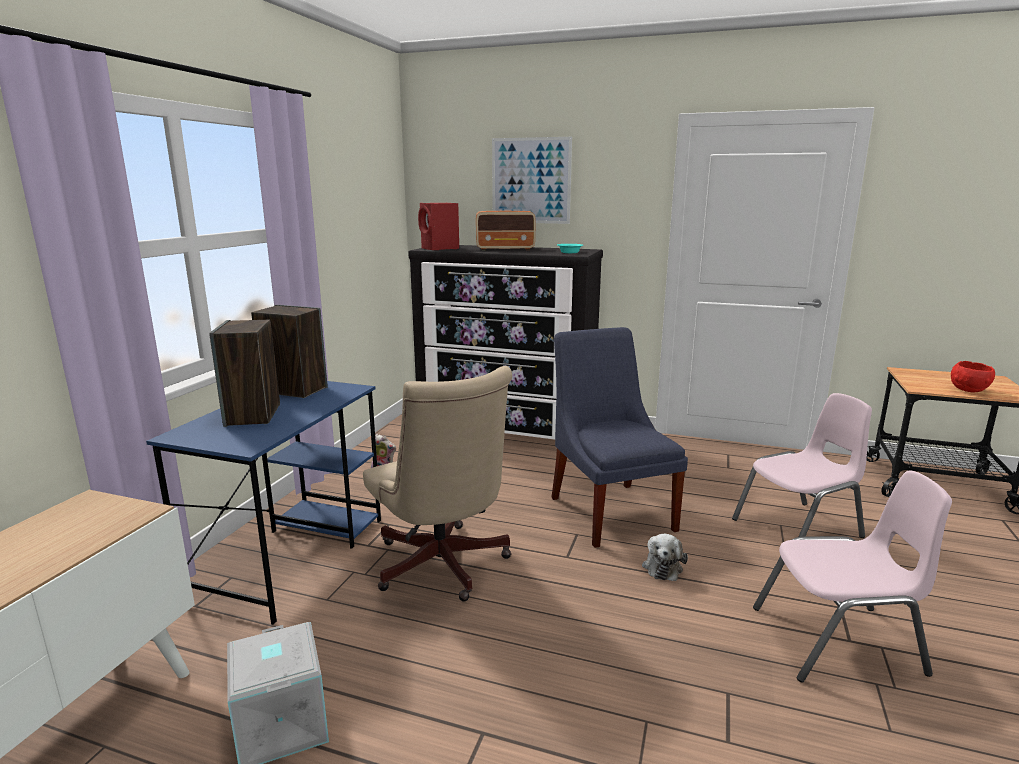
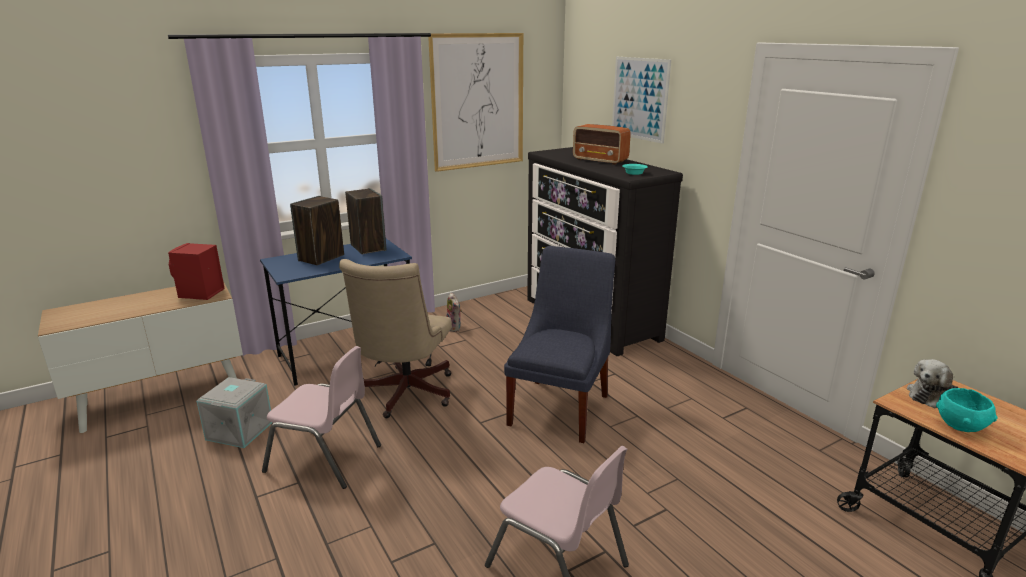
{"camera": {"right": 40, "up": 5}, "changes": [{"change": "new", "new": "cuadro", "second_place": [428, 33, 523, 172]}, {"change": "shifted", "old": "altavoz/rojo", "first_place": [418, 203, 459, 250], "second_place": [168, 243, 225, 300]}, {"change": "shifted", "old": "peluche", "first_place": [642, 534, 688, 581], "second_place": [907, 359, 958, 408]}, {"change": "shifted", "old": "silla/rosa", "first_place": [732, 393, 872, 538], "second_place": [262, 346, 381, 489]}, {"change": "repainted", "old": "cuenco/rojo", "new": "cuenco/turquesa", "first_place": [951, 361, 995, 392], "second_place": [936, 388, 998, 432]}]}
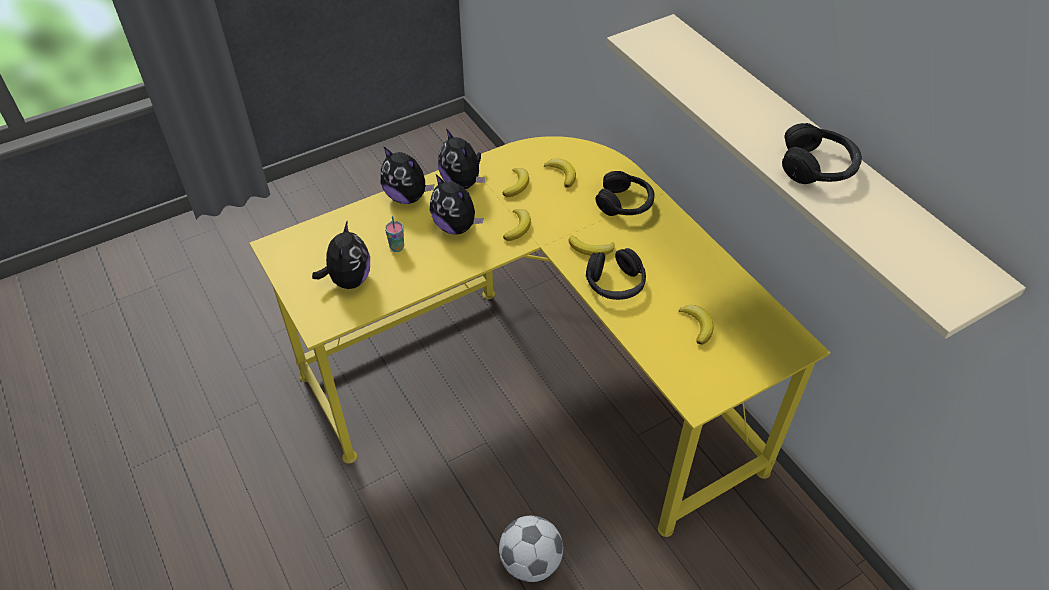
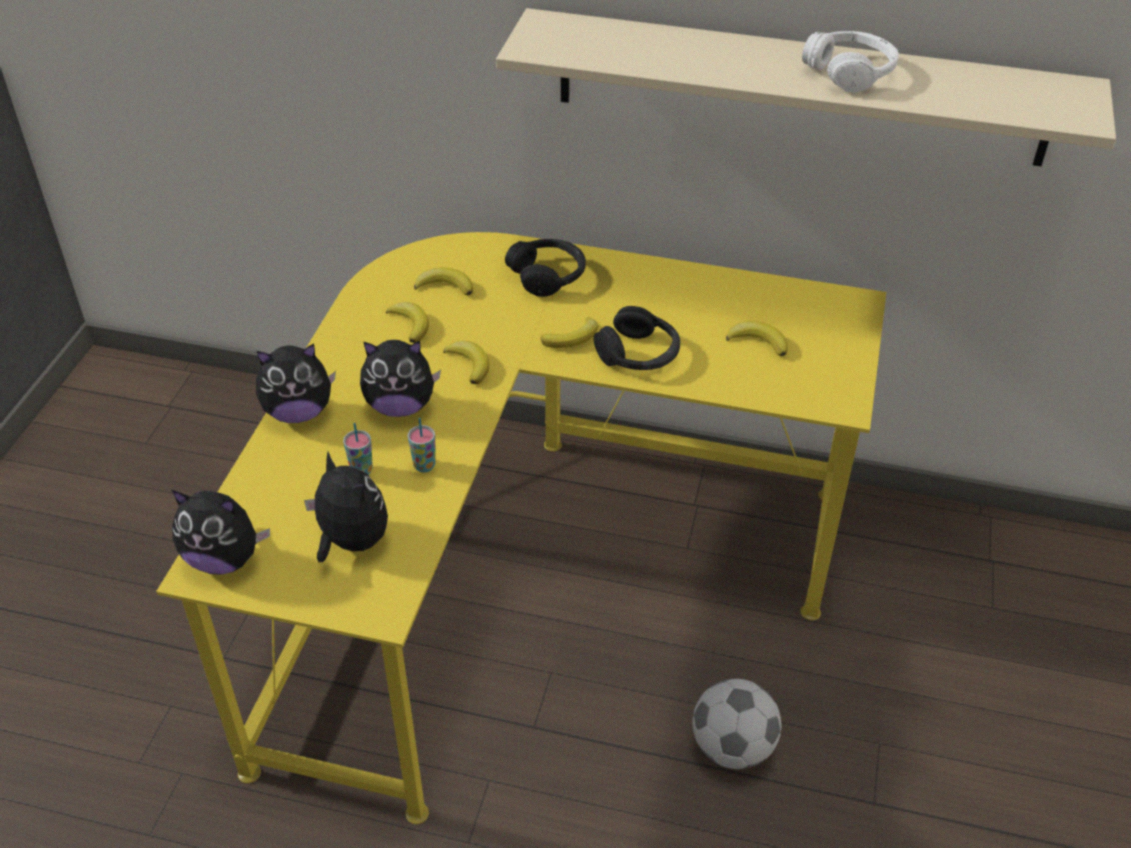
{"camera": {"right": -45, "up": -5}, "changes": [{"change": "new", "new": "taza", "second_place": [408, 418, 436, 472]}, {"change": "shifted", "old": "peluche", "first_place": [438, 129, 485, 189], "second_place": [172, 490, 270, 575]}, {"change": "repainted", "old": "auriculares/negro", "new": "auriculares/blanco", "first_place": [782, 123, 862, 184], "second_place": [802, 31, 899, 92]}]}
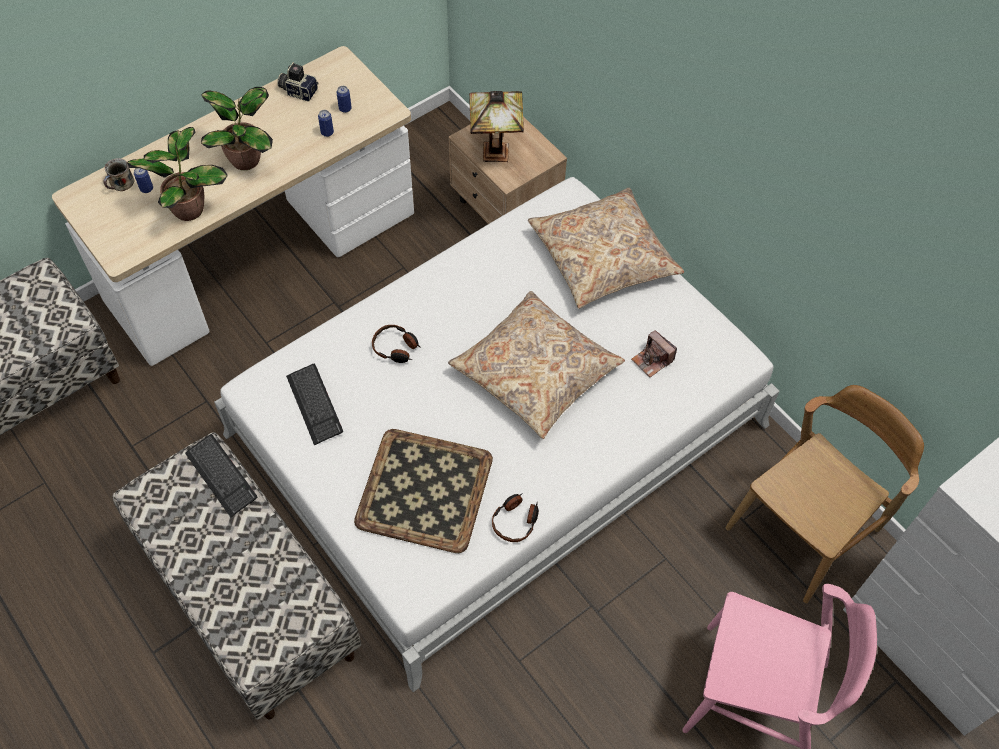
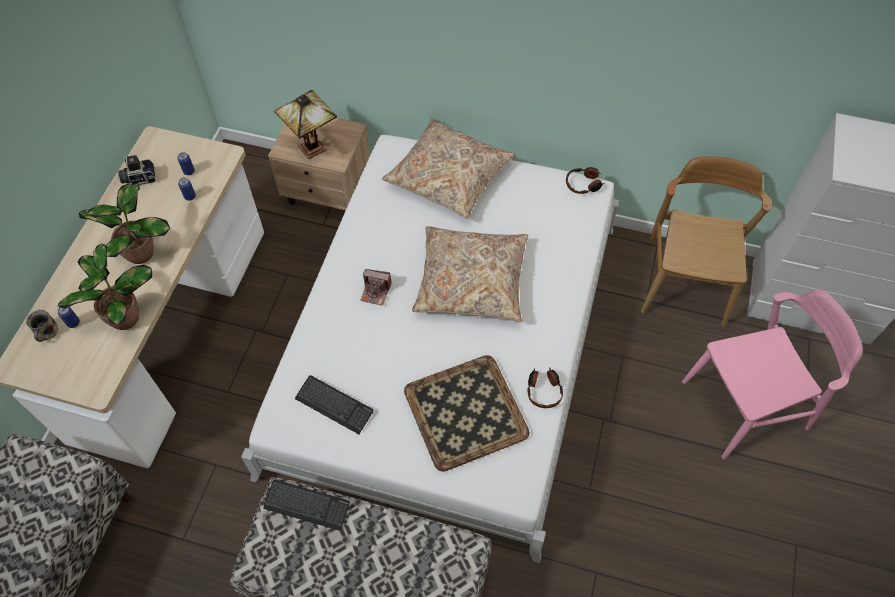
{"camera": {"right": -35, "up": 0}, "changes": [{"change": "shifted", "old": "auriculares", "first_place": [372, 325, 421, 363], "second_place": [566, 167, 605, 194]}, {"change": "shifted", "old": "cámara", "first_place": [631, 330, 677, 377], "second_place": [360, 269, 392, 306]}]}
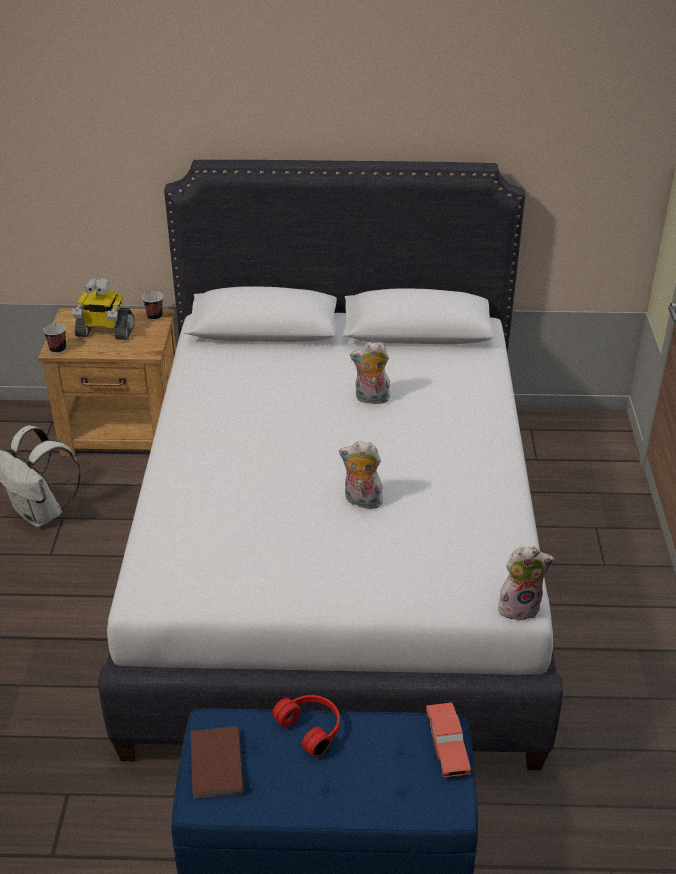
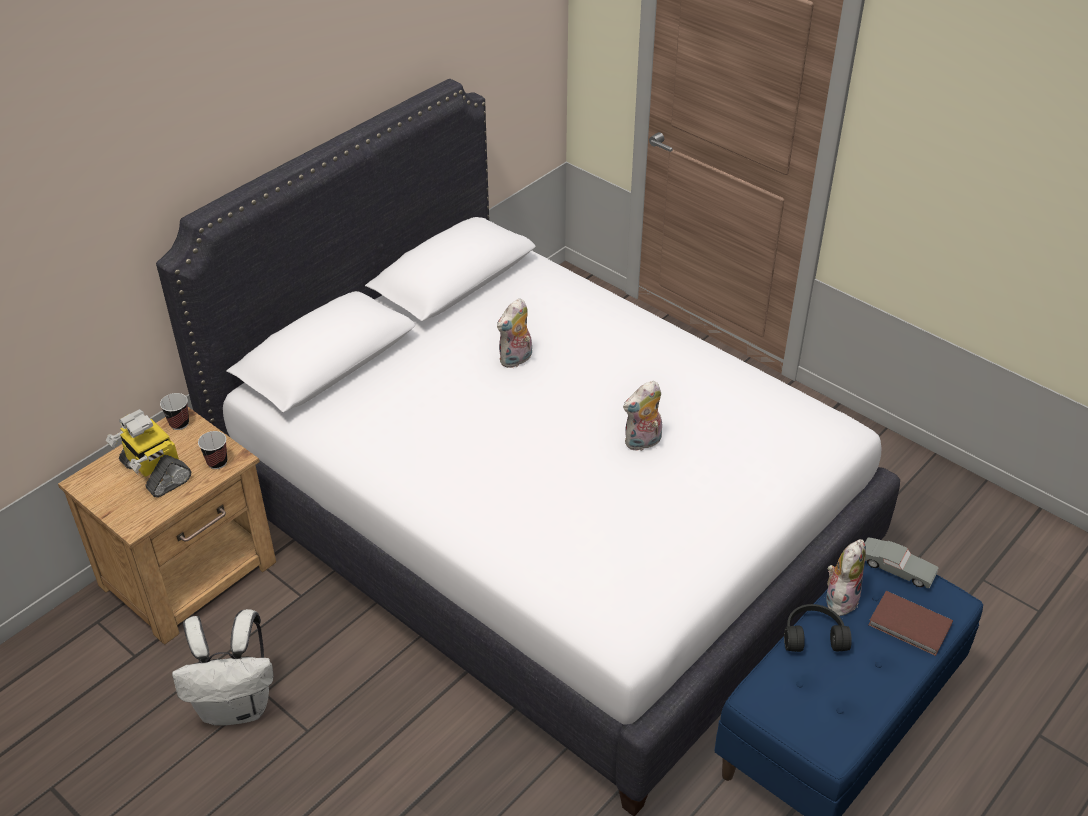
{"camera": {"right": -50, "up": 5}, "changes": [{"change": "shifted", "old": "taza", "first_place": [43, 323, 66, 354], "second_place": [198, 431, 227, 469]}, {"change": "shifted", "old": "libro/marrón", "first_place": [191, 726, 244, 799], "second_place": [868, 591, 953, 656]}, {"change": "shifted", "old": "peluche", "first_place": [498, 546, 555, 622], "second_place": [826, 539, 866, 616]}, {"change": "repainted", "old": "auriculares/rojo", "new": "auriculares/negro", "first_place": [272, 695, 340, 757], "second_place": [784, 604, 852, 652]}, {"change": "repainted", "old": "coche de juguete/rojo", "new": "coche de juguete/gris", "first_place": [426, 702, 471, 777], "second_place": [865, 537, 939, 588]}, {"change": "rotated", "old": "robot de juguete", "first_place": [72, 278, 135, 340], "second_place": [106, 409, 191, 498], "degrees": 90}]}
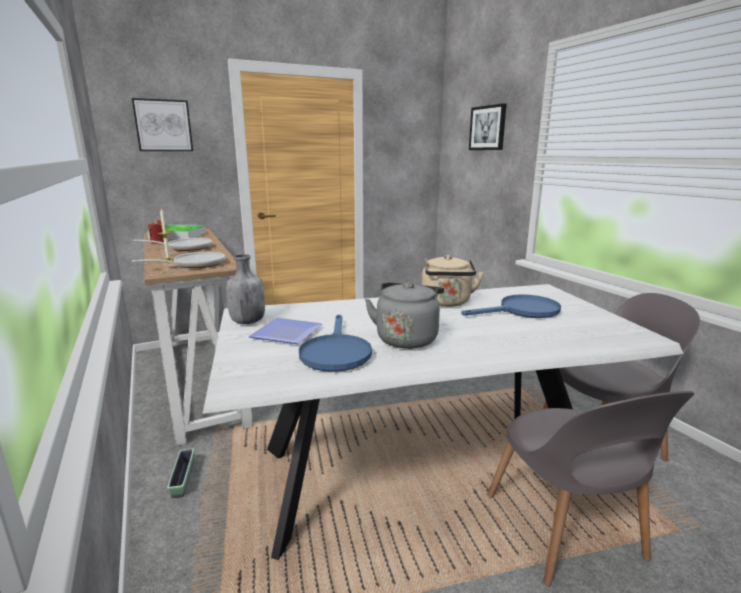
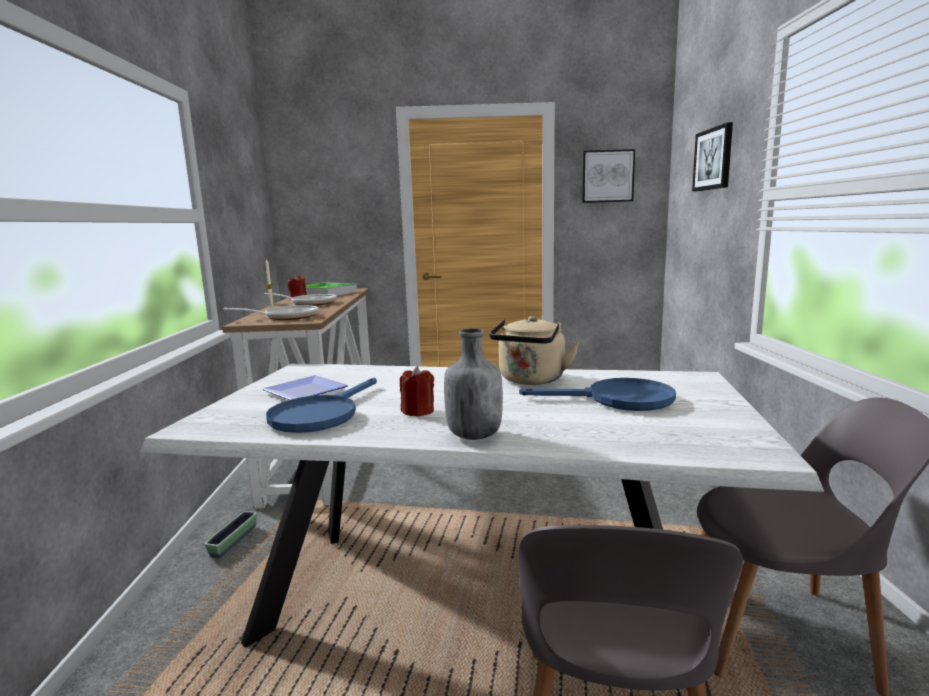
{"camera": {"right": 25, "up": -5}, "changes": [{"change": "shifted", "old": "cuadro", "first_place": [132, 98, 193, 151], "second_place": [582, 149, 635, 203]}, {"change": "shifted", "old": "botella/gris", "first_place": [226, 254, 265, 324], "second_place": [444, 328, 503, 440]}, {"change": "swapped", "old": "hervidor/gris", "new": "vela/rojo", "first_place": [365, 282, 444, 349], "second_place": [400, 366, 434, 417]}]}
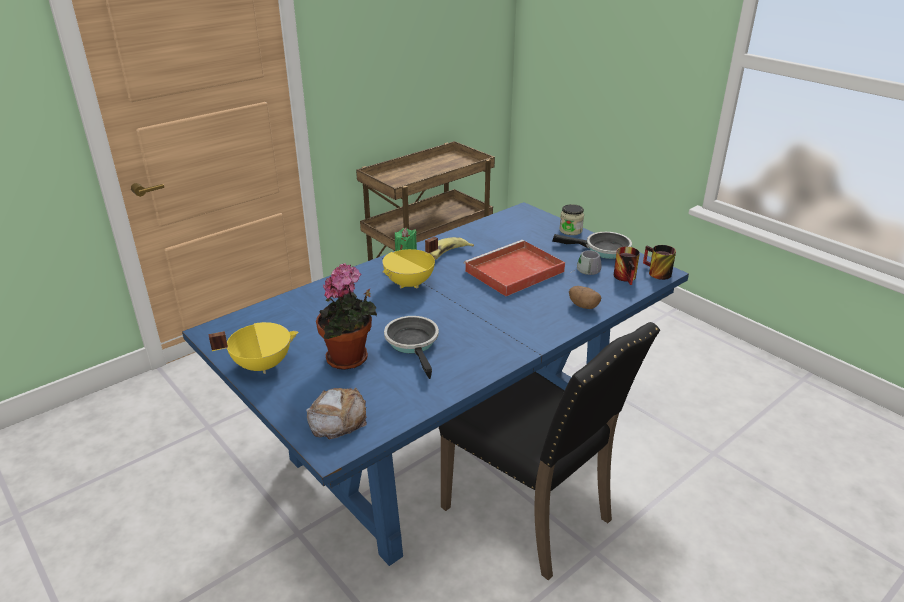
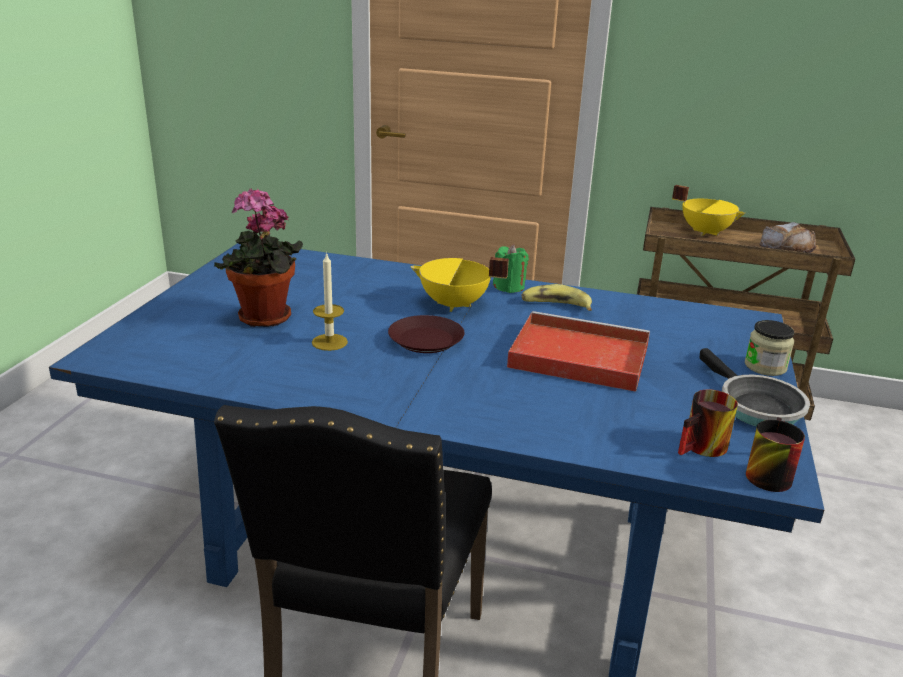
{"camera": {"right": 55, "up": -5}, "changes": [{"change": "gone", "old": "patata", "first_place": [569, 286, 601, 309]}, {"change": "gone", "old": "taza grande/gris", "first_place": [571, 250, 602, 275]}, {"change": "new", "new": "plato/marrón", "second_place": [388, 315, 464, 353]}, {"change": "shifted", "old": "olla/amarillo", "first_place": [209, 322, 298, 374], "second_place": [672, 185, 746, 236]}, {"change": "shifted", "old": "pan", "first_place": [306, 388, 367, 440], "second_place": [759, 222, 817, 253]}, {"change": "swapped", "old": "sartén", "new": "vela", "first_place": [384, 316, 439, 379], "second_place": [312, 252, 348, 351]}]}
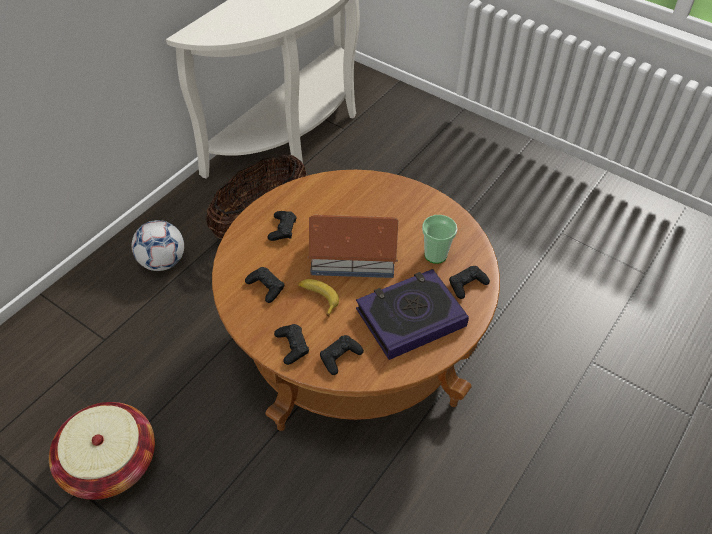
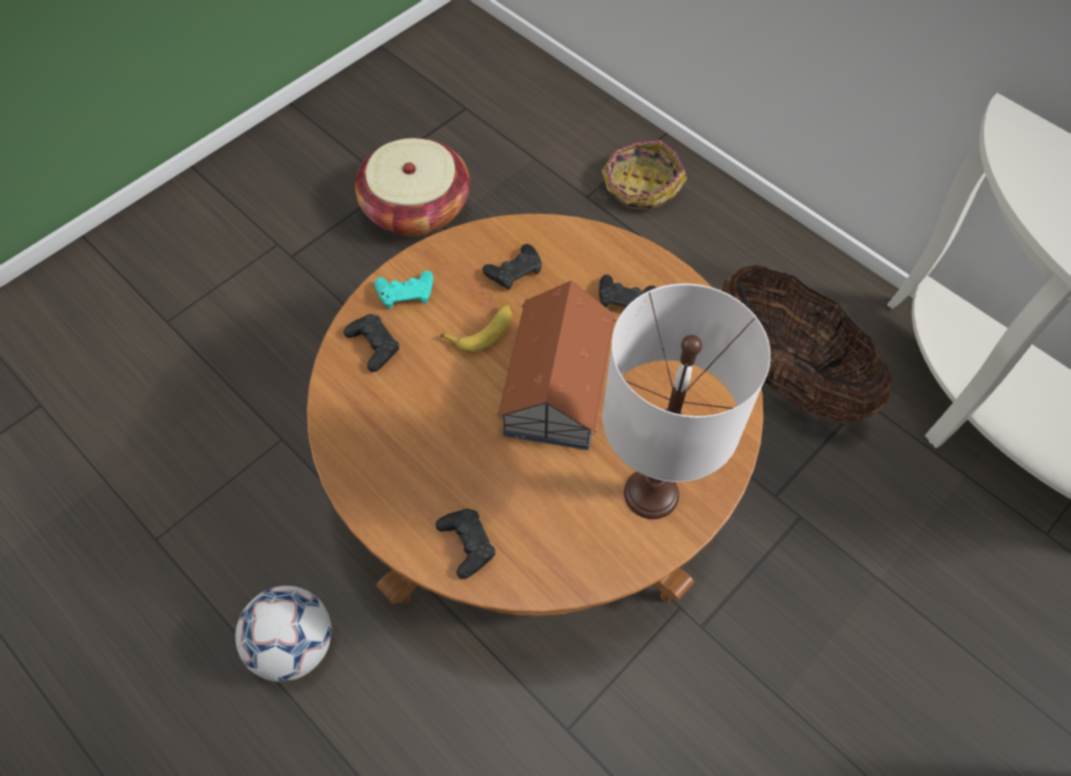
{"camera": {"right": 100, "up": 10}, "changes": [{"change": "gone", "old": "libro", "first_place": [356, 269, 469, 360]}, {"change": "gone", "old": "taza", "first_place": [422, 215, 458, 264]}, {"change": "new", "new": "cesta", "second_place": [597, 140, 687, 211]}, {"change": "new", "new": "lámpara de mesa/blanco", "second_place": [602, 283, 771, 519]}, {"change": "shifted", "old": "balón de fútbol", "first_place": [132, 220, 184, 271], "second_place": [235, 586, 332, 682]}, {"change": "repainted", "old": "mando de consola/negro", "new": "mando de consola/turquesa", "first_place": [274, 324, 309, 365], "second_place": [375, 271, 433, 309]}]}
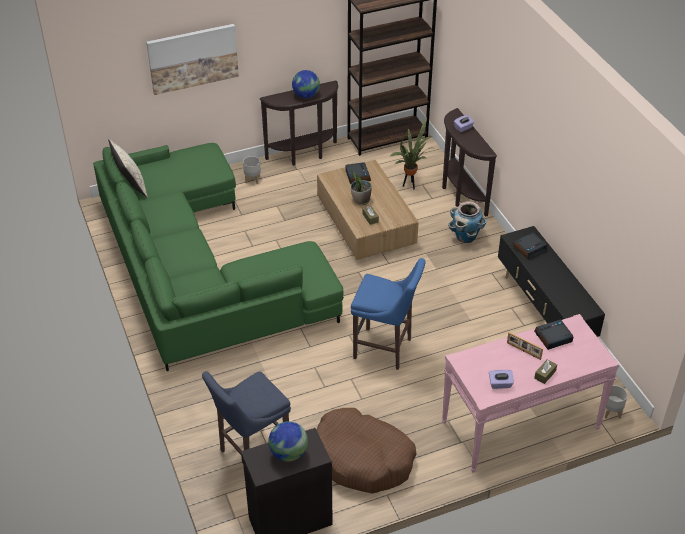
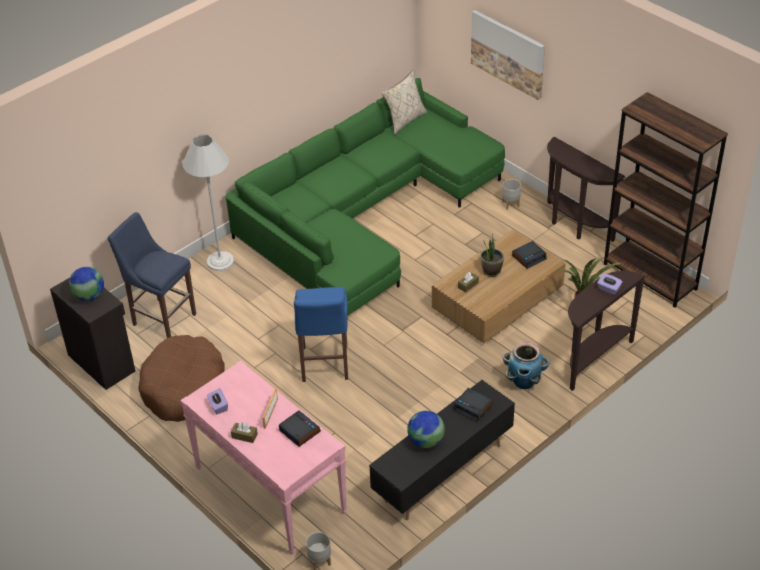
{"camera": {"right": 70, "up": 0}, "changes": [{"change": "new", "new": "lámpara de pie/blanco", "second_place": [183, 135, 234, 271]}, {"change": "shifted", "old": "globo terráqueo", "first_place": [292, 70, 320, 98], "second_place": [407, 411, 445, 448]}]}
